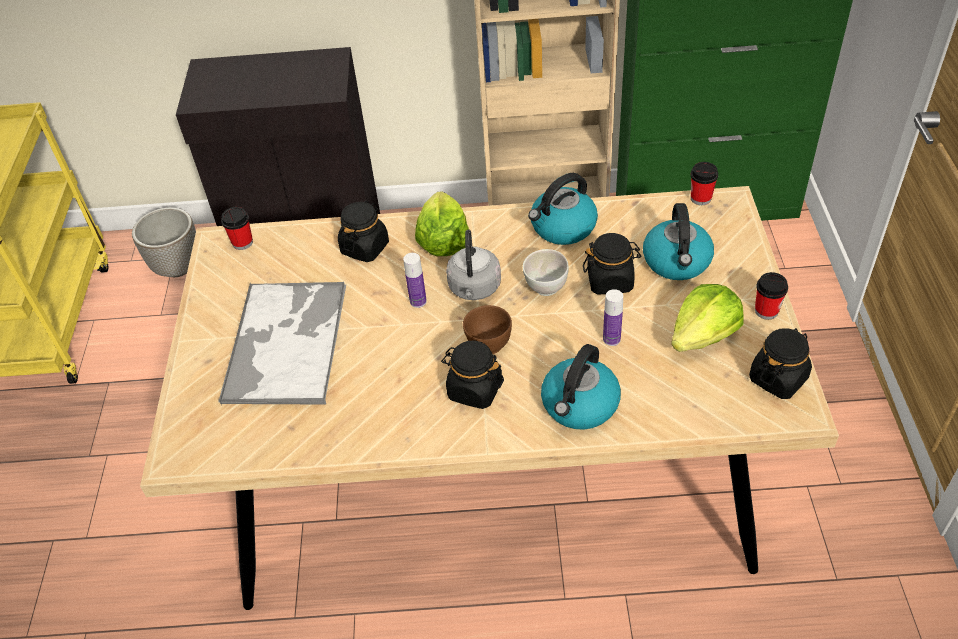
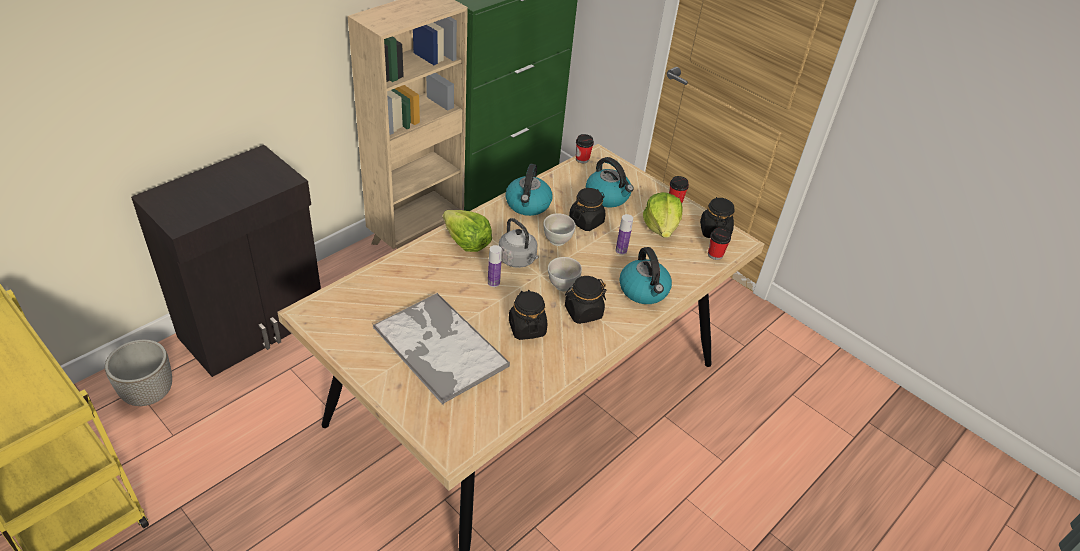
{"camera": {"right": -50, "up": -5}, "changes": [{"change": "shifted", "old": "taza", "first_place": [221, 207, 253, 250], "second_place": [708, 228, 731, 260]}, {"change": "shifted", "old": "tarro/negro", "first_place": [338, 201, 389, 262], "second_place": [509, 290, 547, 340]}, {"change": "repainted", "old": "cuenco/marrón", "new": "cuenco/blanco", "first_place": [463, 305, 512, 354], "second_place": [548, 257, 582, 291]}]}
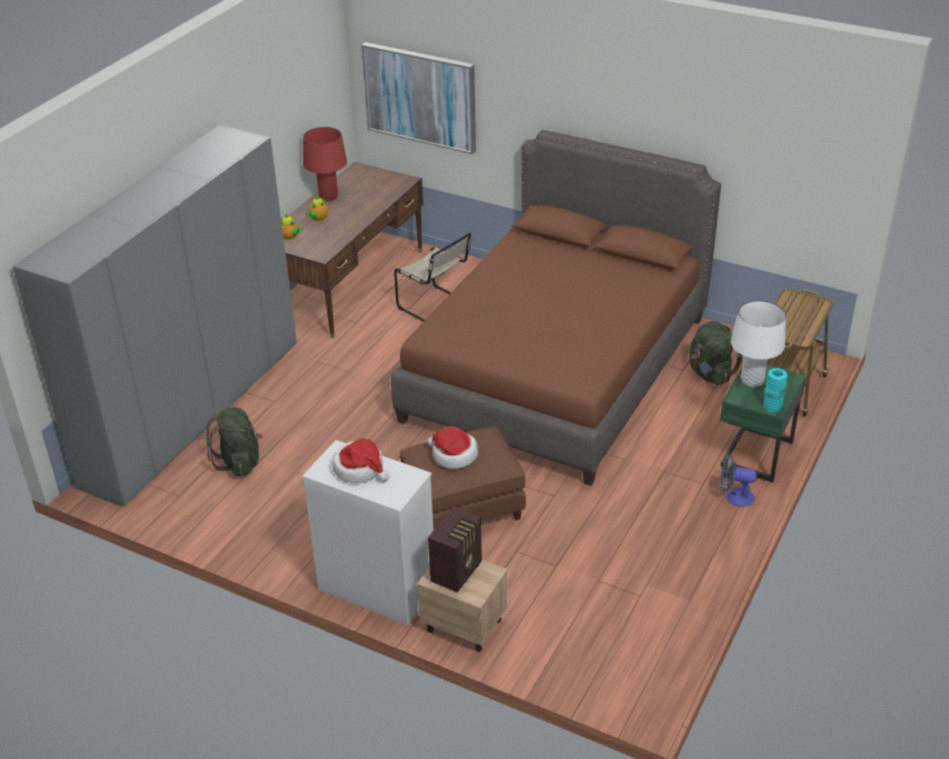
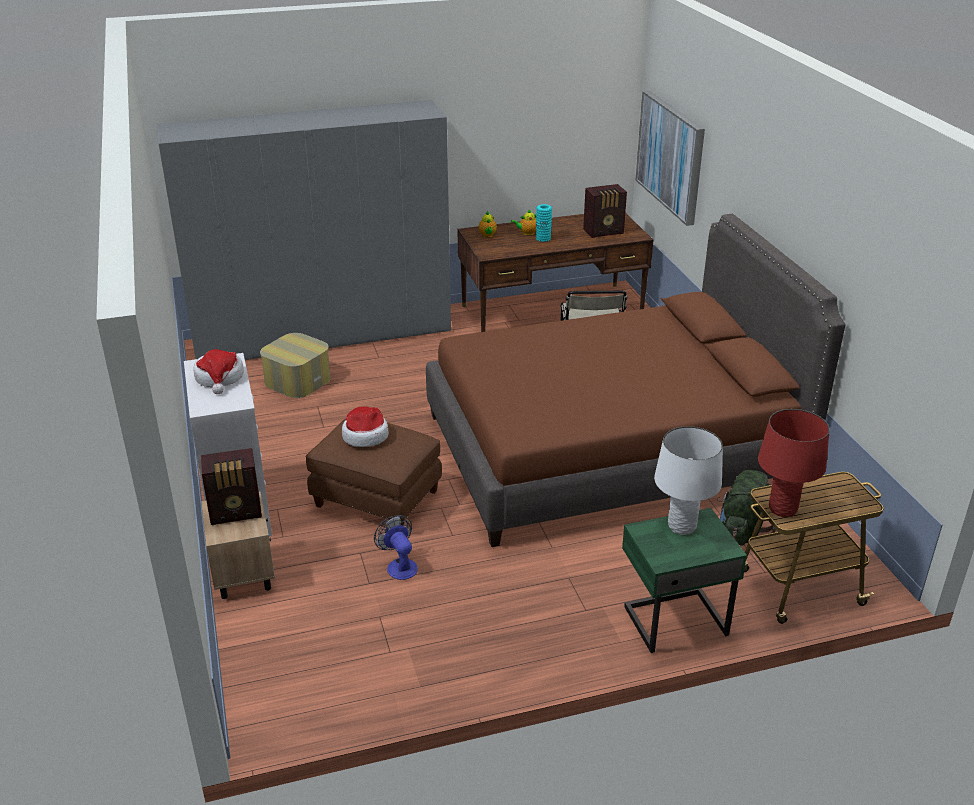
{"camera": {"right": 45, "up": -5}, "changes": [{"change": "new", "new": "radio", "second_place": [583, 184, 627, 238]}, {"change": "shifted", "old": "lámpara de mesa/rojo", "first_place": [303, 127, 347, 201], "second_place": [758, 409, 830, 517]}, {"change": "shifted", "old": "ventilador", "first_place": [721, 454, 757, 507], "second_place": [374, 515, 418, 580]}, {"change": "shifted", "old": "florero/turquesa", "first_place": [764, 368, 788, 412], "second_place": [536, 204, 552, 242]}, {"change": "swapped", "old": "mochila/verde", "new": "puf", "first_place": [206, 407, 263, 476], "second_place": [260, 333, 331, 398]}]}
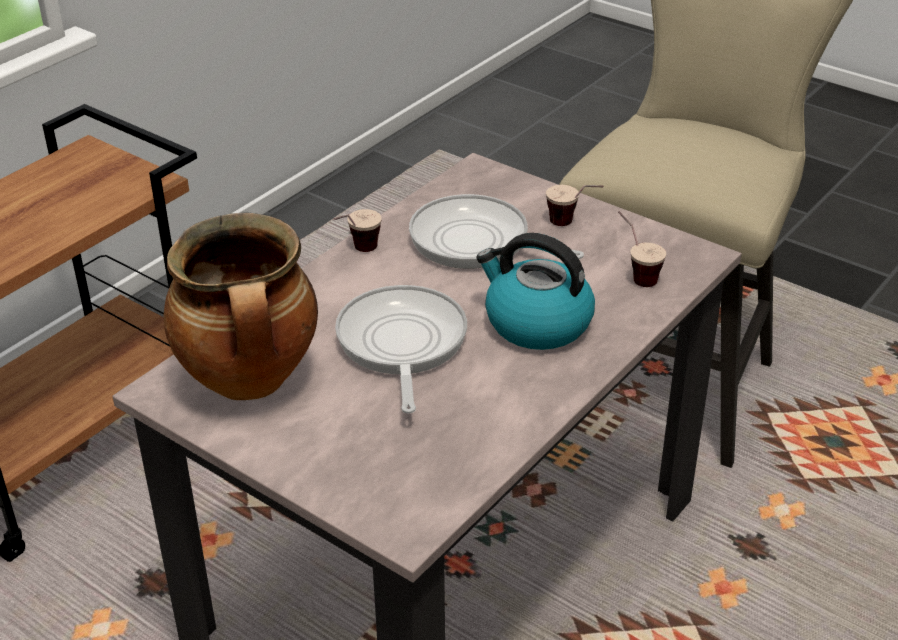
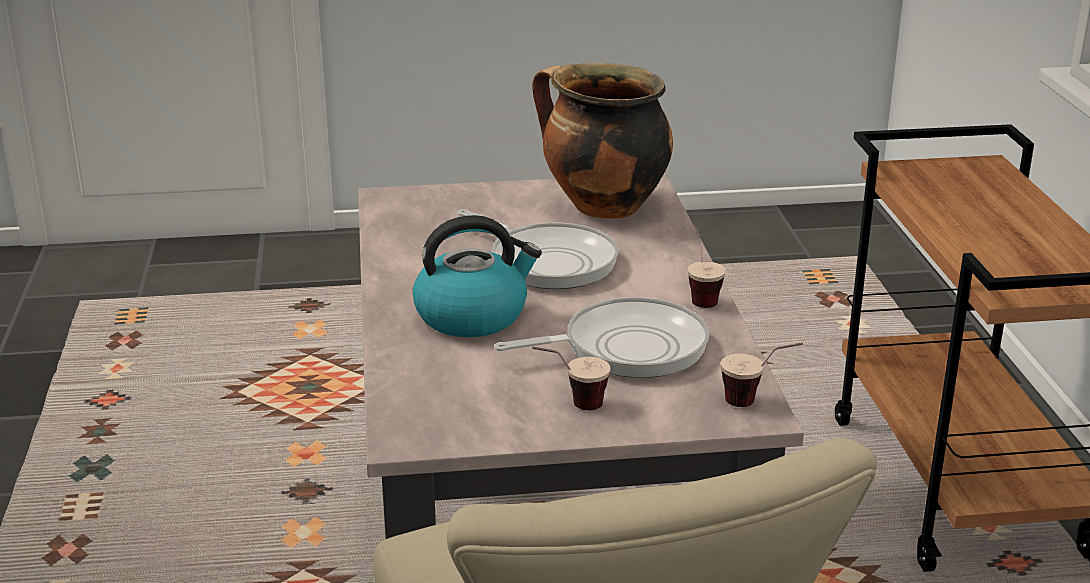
{"camera": {"right": 135, "up": -10}, "changes": [{"change": "shifted", "old": "taza", "first_place": [618, 211, 666, 287], "second_place": [721, 343, 803, 407]}]}
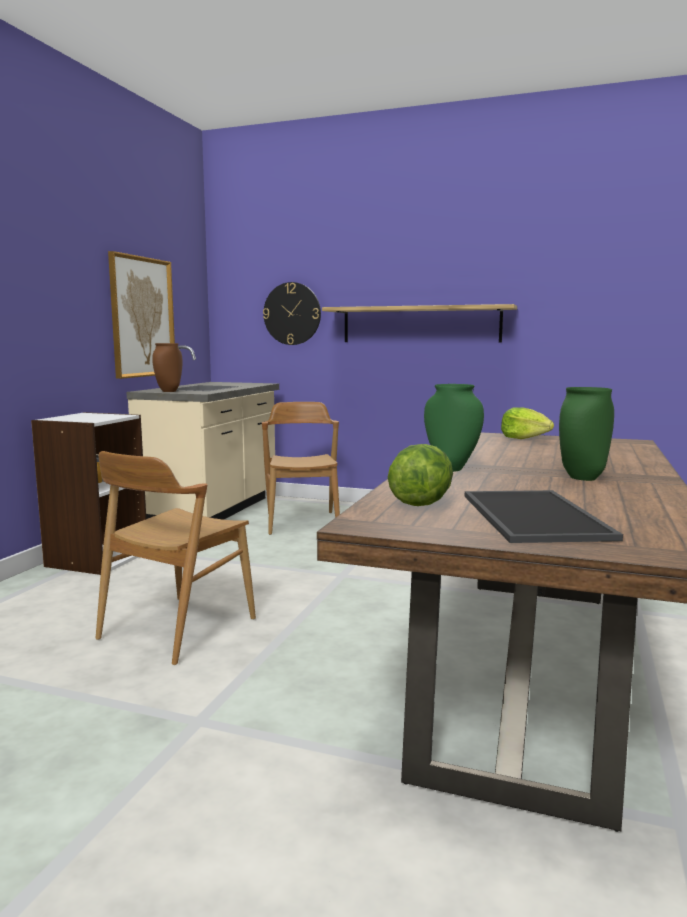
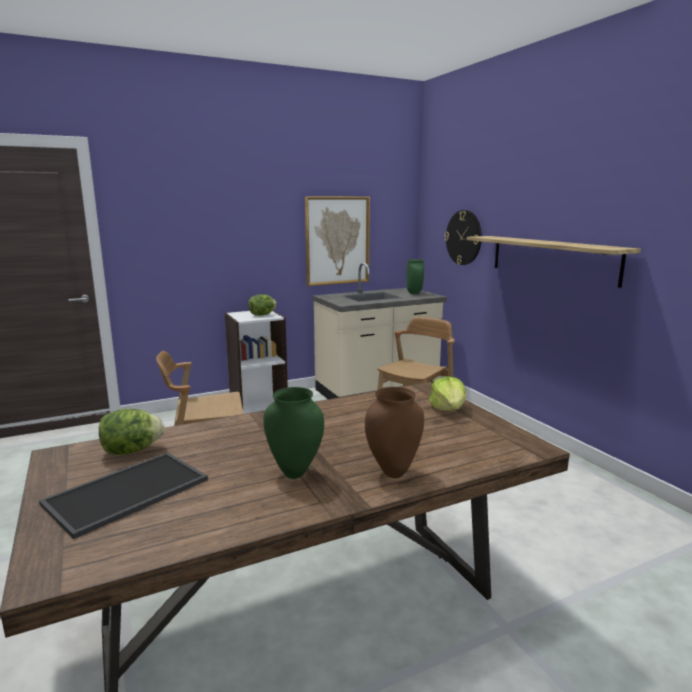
{"camera": {"right": 45, "up": 5}, "changes": [{"change": "new", "new": "lechuga", "second_place": [248, 294, 277, 316]}, {"change": "shifted", "old": "florero/marrón", "first_place": [152, 343, 183, 392], "second_place": [365, 387, 424, 478]}, {"change": "shifted", "old": "florero/verde", "first_place": [424, 384, 484, 472], "second_place": [406, 259, 424, 294]}]}
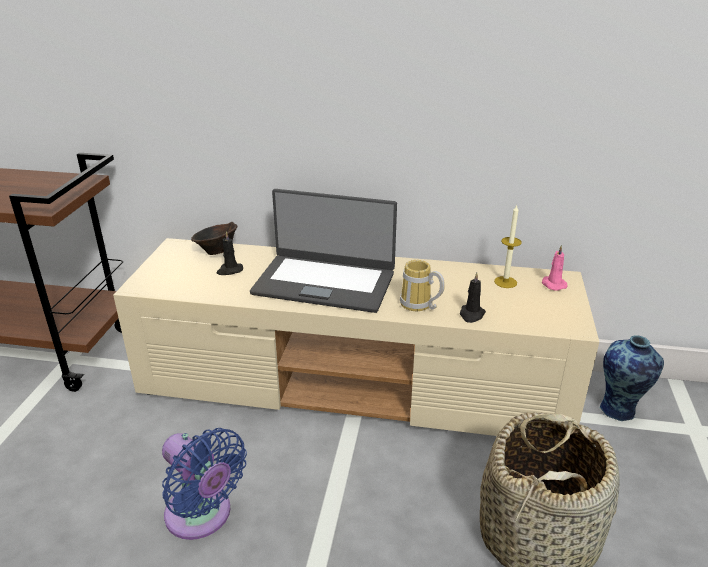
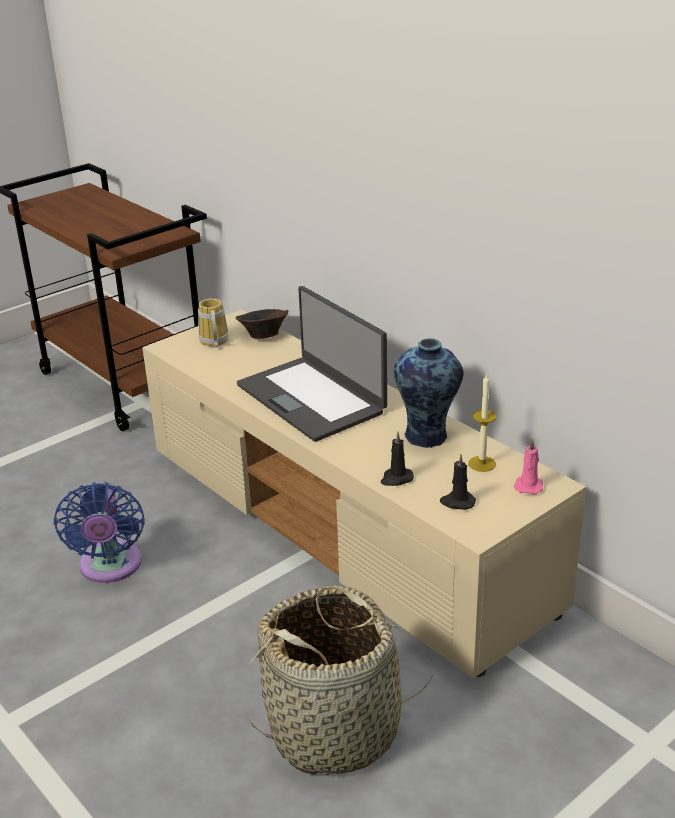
{"camera": {"right": 40, "up": 0}, "changes": [{"change": "shifted", "old": "vela/negro", "first_place": [217, 231, 243, 275], "second_place": [440, 454, 476, 510]}, {"change": "shifted", "old": "taza grande", "first_place": [400, 260, 445, 311], "second_place": [198, 298, 229, 347]}, {"change": "shifted", "old": "florero", "first_place": [599, 335, 664, 421], "second_place": [394, 338, 464, 448]}]}
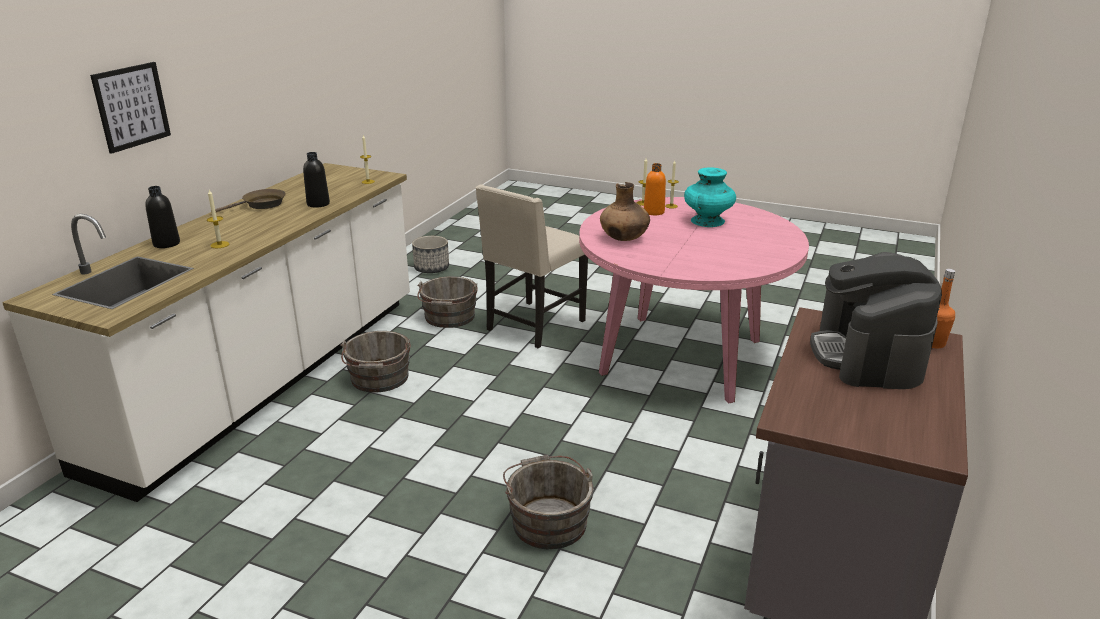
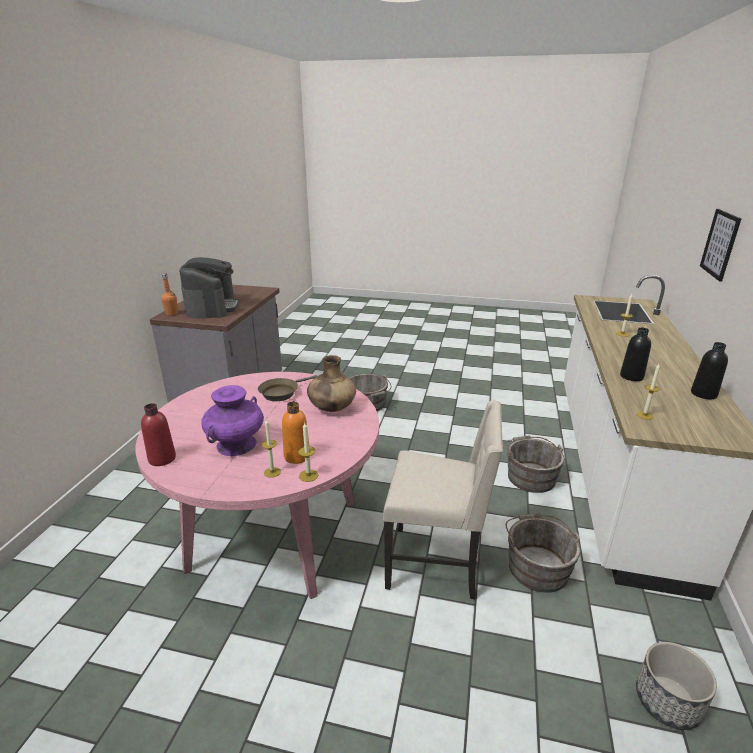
{"camera": {"right": 170, "up": 0}, "changes": [{"change": "new", "new": "botella/rojo", "second_place": [141, 403, 176, 466]}, {"change": "shifted", "old": "botella/negro", "first_place": [145, 186, 180, 248], "second_place": [691, 342, 728, 399]}, {"change": "shifted", "old": "sartén/marrón", "first_place": [211, 189, 286, 213], "second_place": [258, 375, 317, 401]}, {"change": "repainted", "old": "florero/turquesa", "new": "florero/morado", "first_place": [684, 167, 736, 227], "second_place": [201, 385, 264, 456]}, {"change": "rotated", "old": "silla/beis", "first_place": [476, 184, 588, 348], "second_place": [383, 401, 503, 599], "degrees": 75}]}
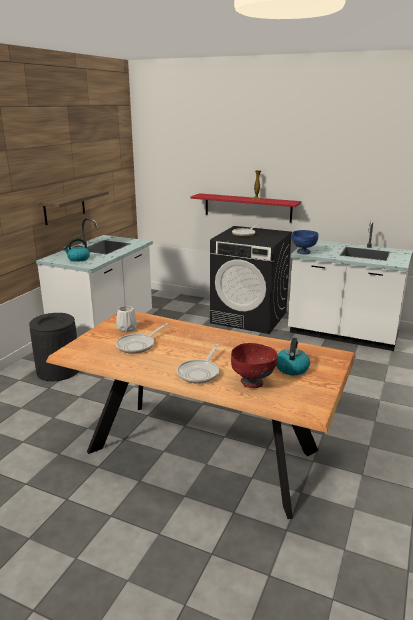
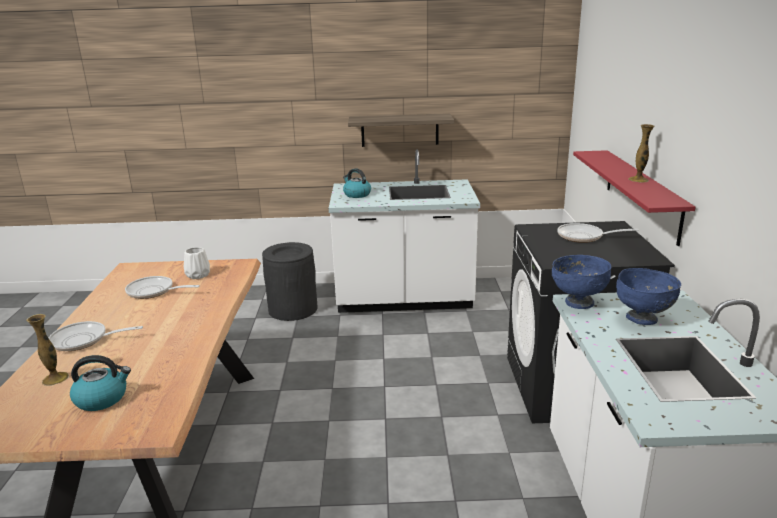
{"camera": {"right": 65, "up": 0}, "changes": [{"change": "new", "new": "cuenco/azul", "second_place": [616, 268, 681, 325]}, {"change": "swapped", "old": "cuenco/rojo", "new": "florero", "first_place": [231, 343, 278, 388], "second_place": [26, 314, 69, 386]}]}
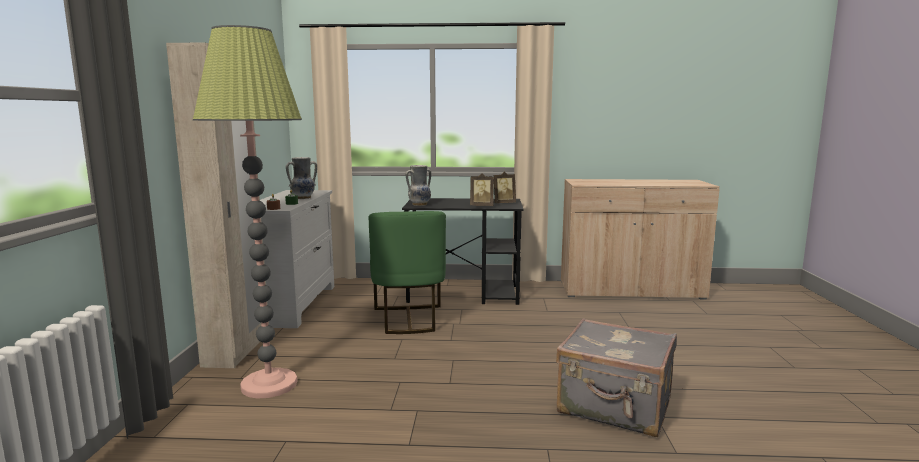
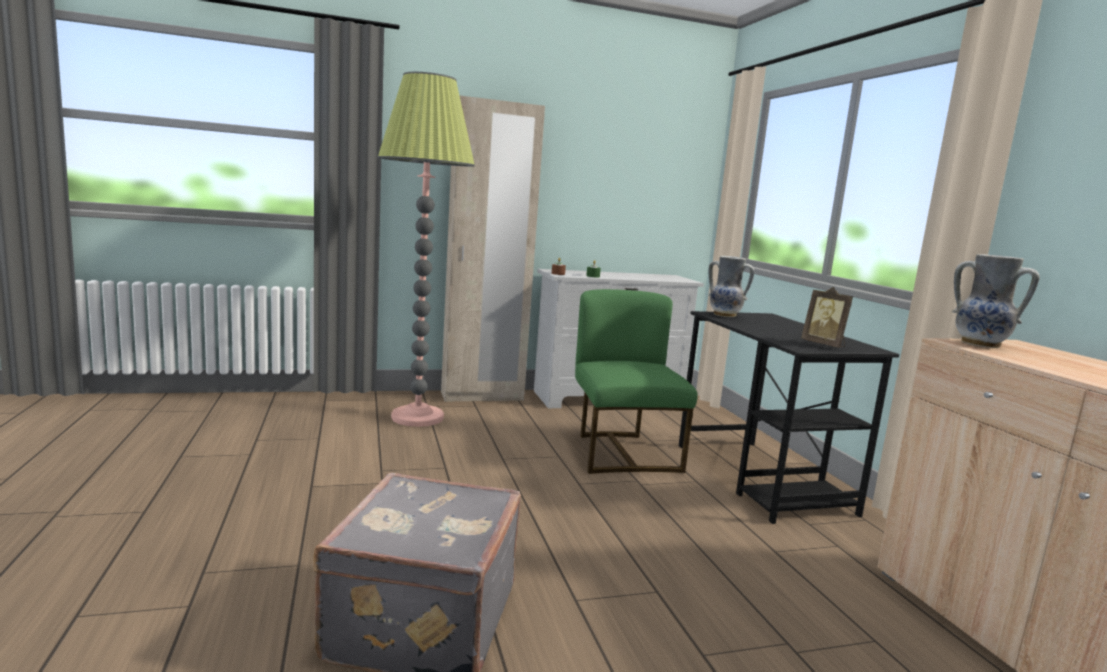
{"camera": {"right": 70, "up": 0}, "changes": [{"change": "gone", "old": "portarretratos", "first_place": [470, 173, 494, 206]}, {"change": "shifted", "old": "florero", "first_place": [286, 157, 317, 199], "second_place": [952, 254, 1040, 348]}, {"change": "rotated", "old": "silla/verde", "first_place": [368, 211, 446, 334], "second_place": [575, 289, 698, 474], "degrees": 105}]}
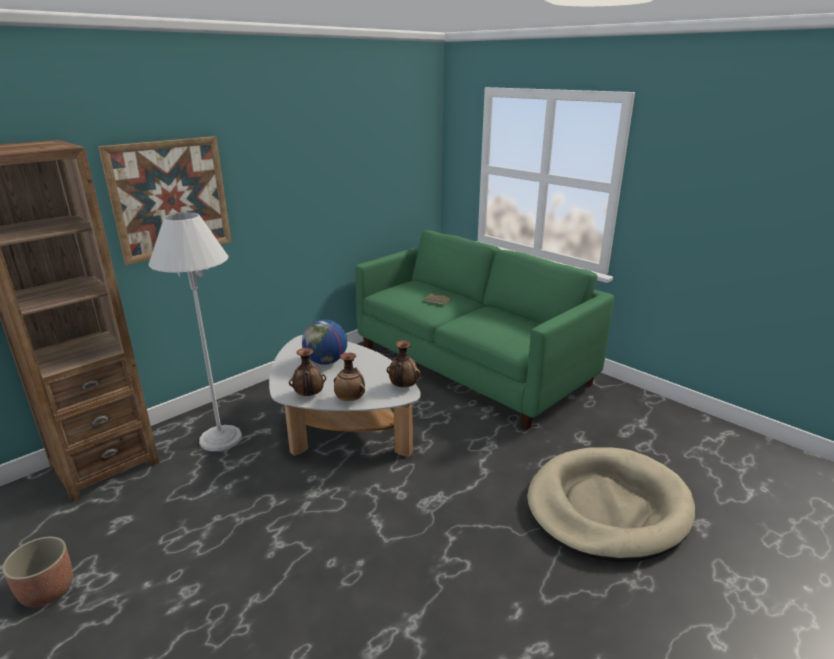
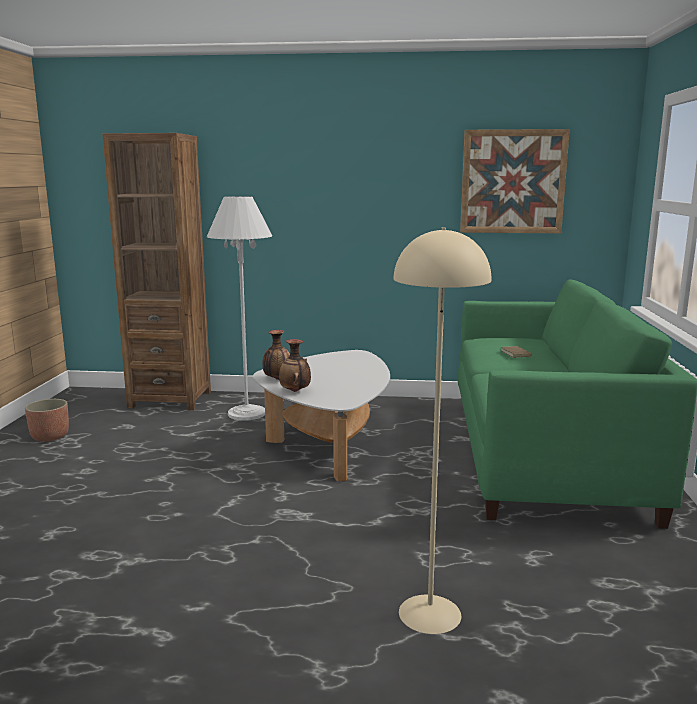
{"camera": {"right": 50, "up": -10}, "changes": [{"change": "gone", "old": "globo terráqueo", "first_place": [302, 319, 347, 365]}, {"change": "gone", "old": "florero", "first_place": [387, 340, 421, 387]}, {"change": "shifted", "old": "cuadro", "first_place": [98, 136, 231, 265], "second_place": [460, 129, 570, 233]}, {"change": "swapped", "old": "cama para perro/beis", "new": "lámpara de pie/beis", "first_place": [527, 447, 695, 562], "second_place": [394, 227, 491, 634]}]}
